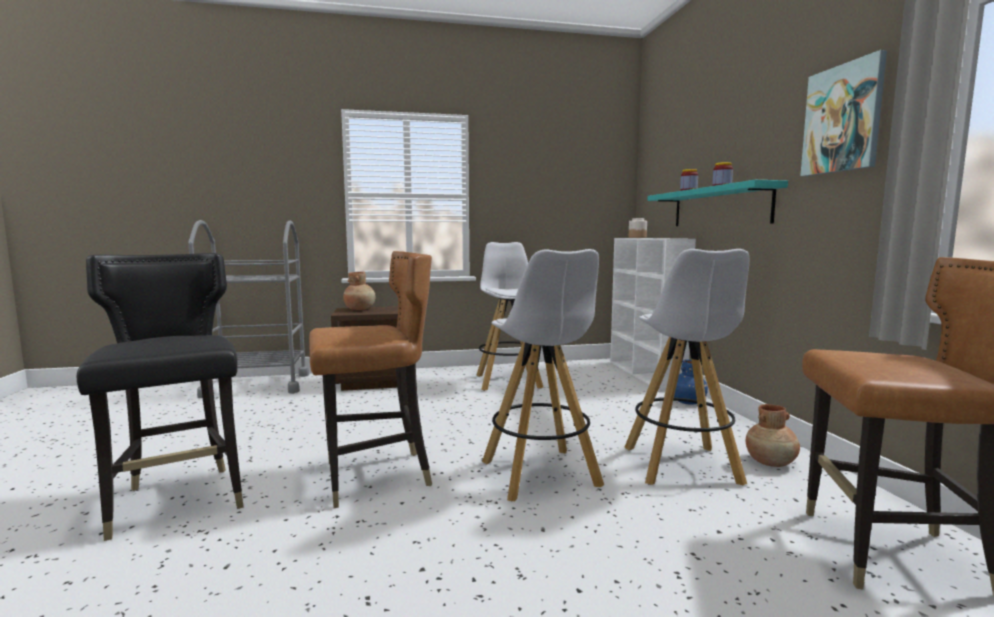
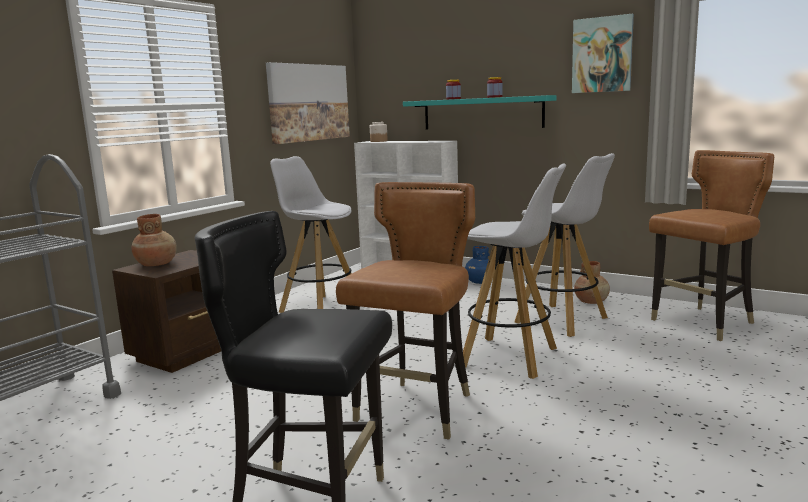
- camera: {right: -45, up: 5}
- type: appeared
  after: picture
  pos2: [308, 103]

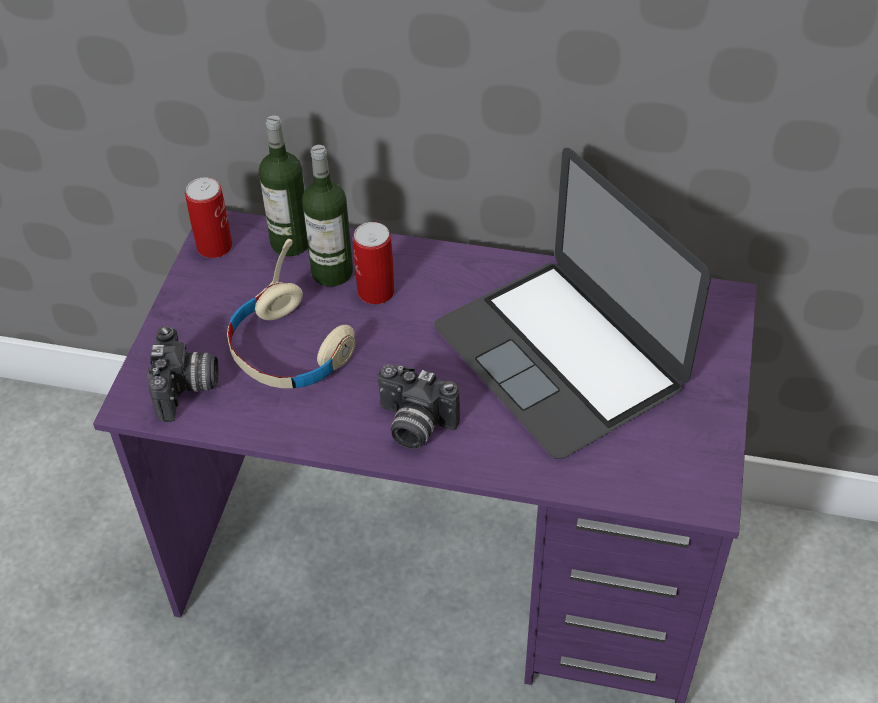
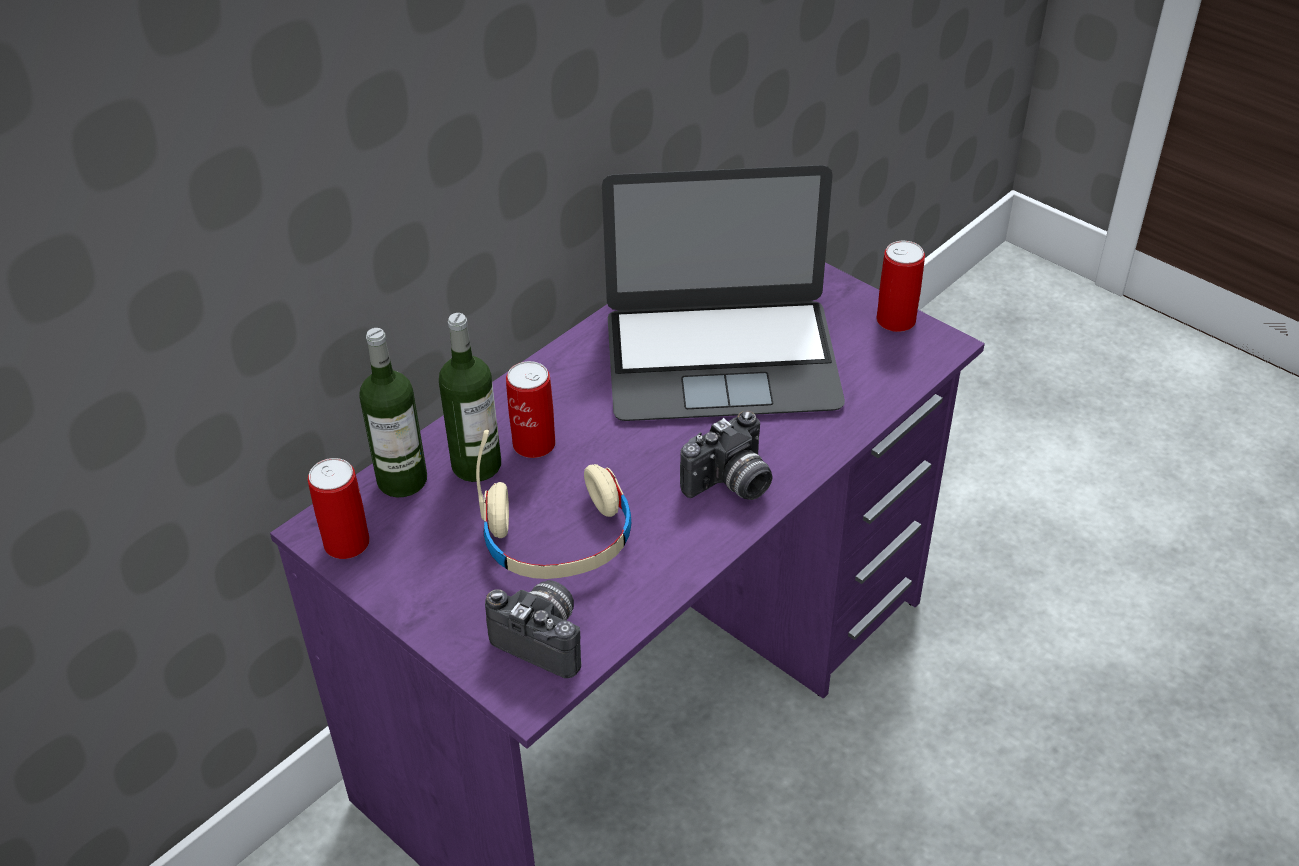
- camera: {right: -60, up: -5}
- type: appeared
  after: can
  pos2: [900, 286]

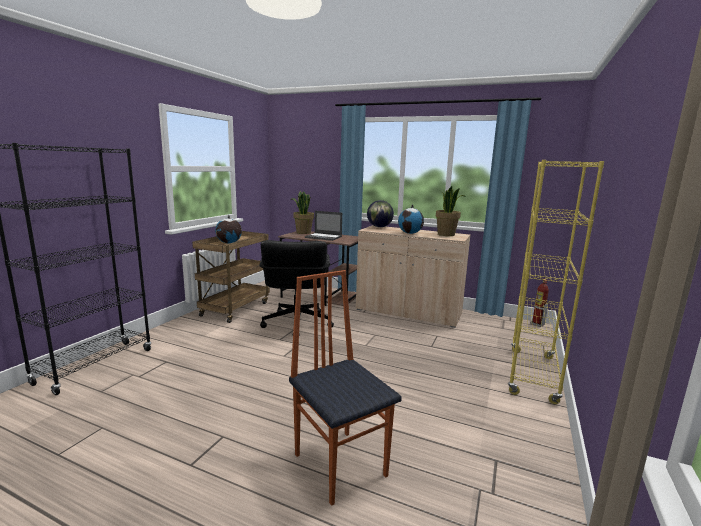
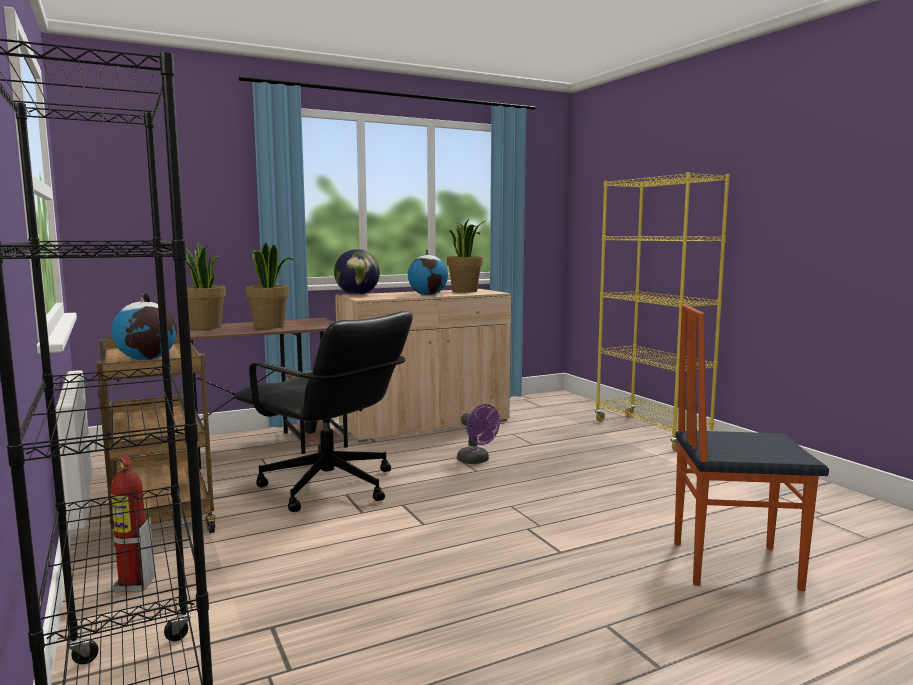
- camera: {right: -50, up: -5}
- type: exchanged
  before: laptop
  after: potted plant
  pos1: [323, 226]
  pos2: [270, 286]
- type: relocated
  before: fire extinguisher
  pos1: [539, 303]
  pos2: [132, 524]
- type: appeared
  after: fan (purple)
  pos2: [478, 434]

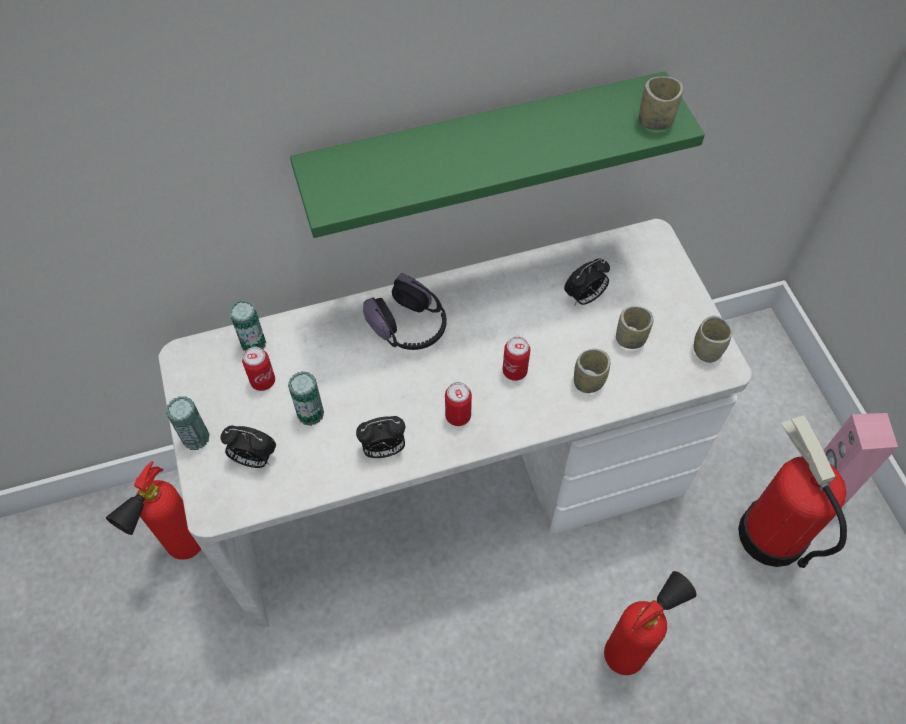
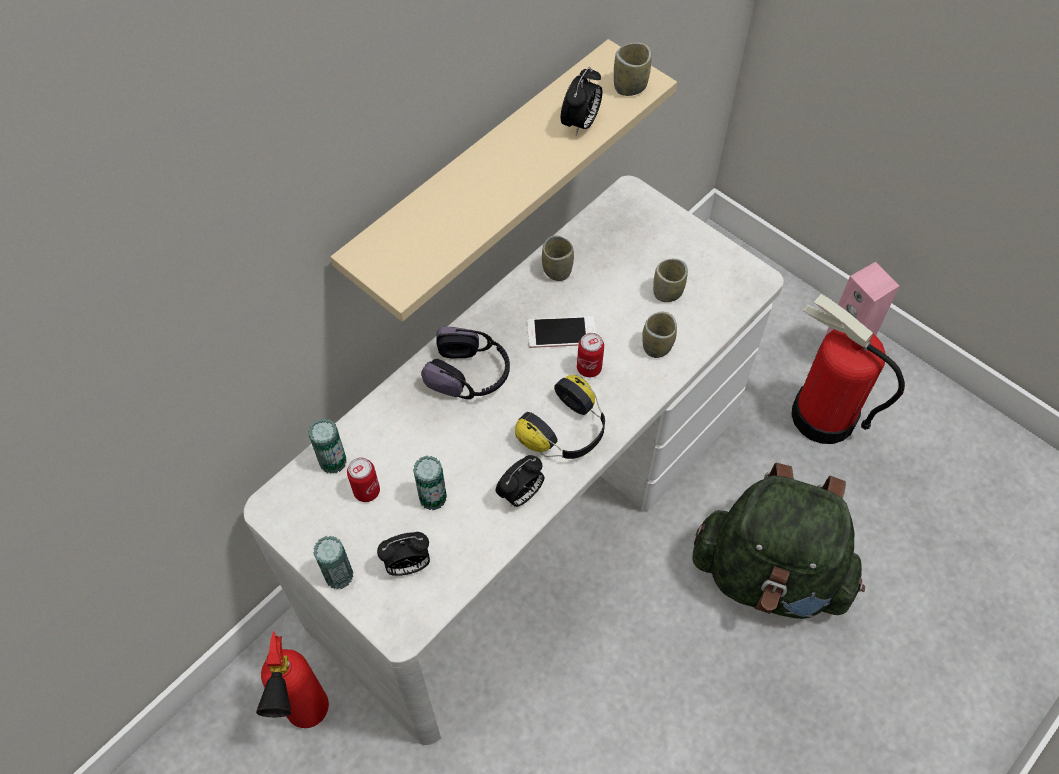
- camera: {right: -30, up: 0}
- type: colour
  before: shelf (green)
  after: shelf (beige)
  pos1: [497, 155]
  pos2: [504, 180]
- type: exchanged
  before: can
  after: headphones
  pos1: [458, 404]
  pos2: [560, 417]
- type: relocated
  before: alarm clock
  pos1: [587, 282]
  pos2: [581, 101]
- type: exchanged
  before: fire extinguisher
  after: backpack (green)
  pos1: [650, 623]
  pos2: [778, 541]
- type: relocated
  before: cup
  pos1: [713, 339]
  pos2: [558, 258]
- type: appeared
  after: phone
  pos2: [561, 332]

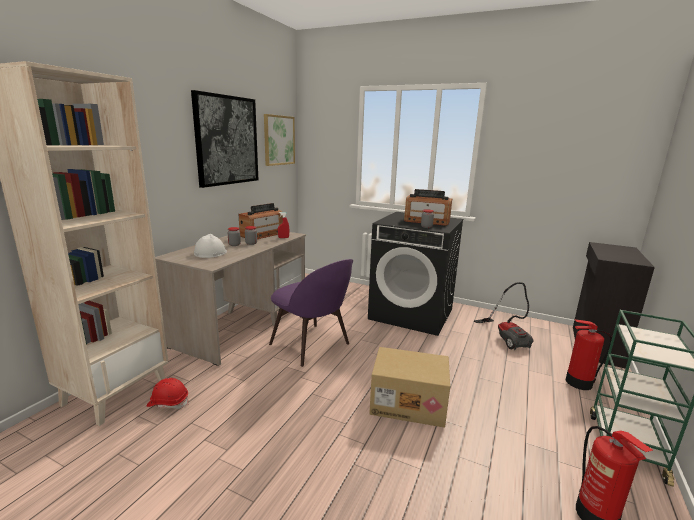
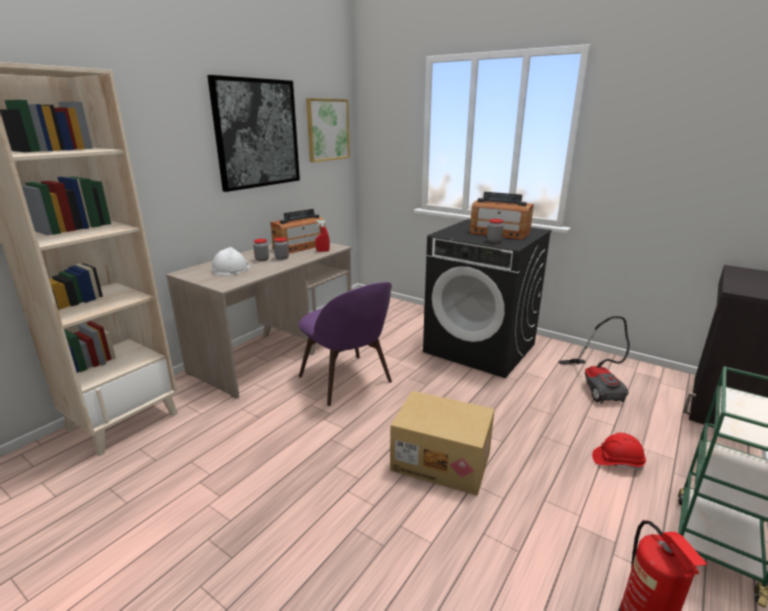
- camera: {right: 10, up: 5}
- type: relocated
  before: hard hat (red)
  pos1: [167, 393]
  pos2: [619, 452]
- type: missing
  before: fire extinguisher
  pos1: [589, 354]

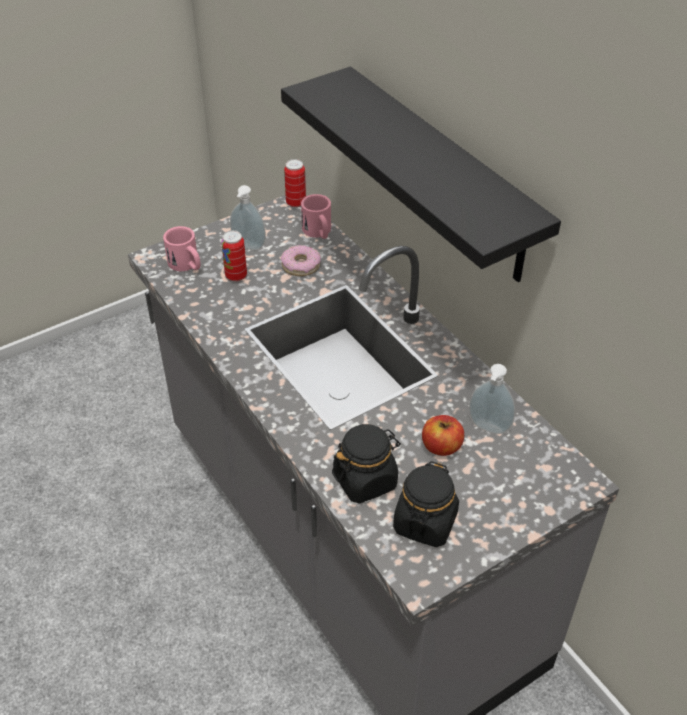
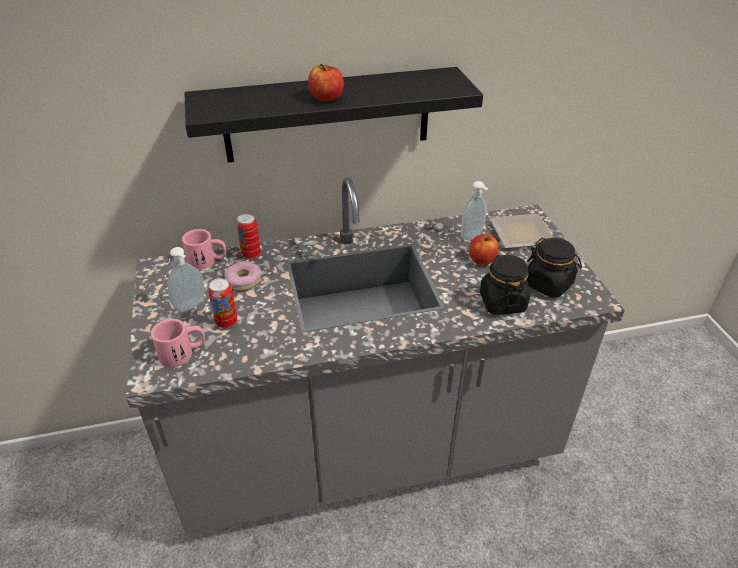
- camera: {right: -70, up: -5}
- type: relocated
  before: can
  pos1: [295, 183]
  pos2: [249, 236]
- type: appeared
  after: apple
  pos2: [326, 83]
- type: appeared
  after: plate
  pos2: [521, 231]

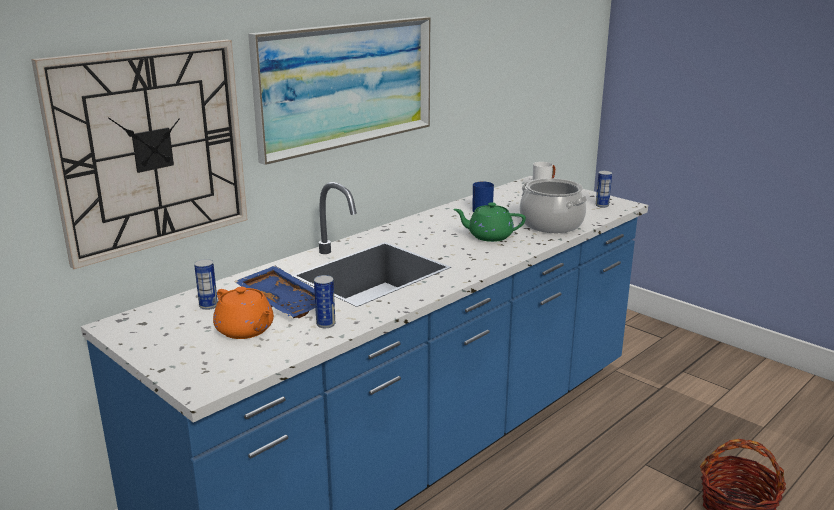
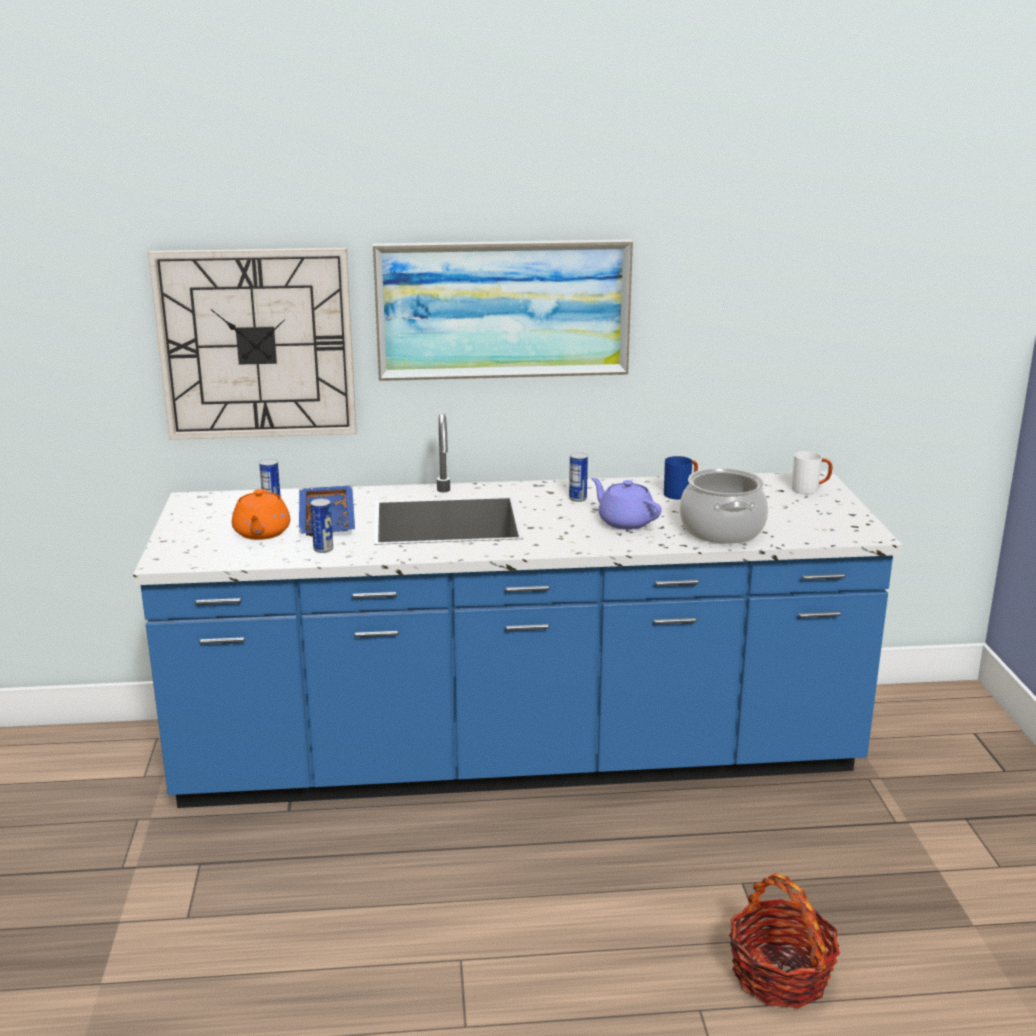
- camera: {right: 40, up: 0}
- type: colour
  before: teapot (green)
  after: teapot (purple)
  pos1: [489, 222]
  pos2: [626, 504]
- type: relocated
  before: can
  pos1: [604, 189]
  pos2: [578, 477]

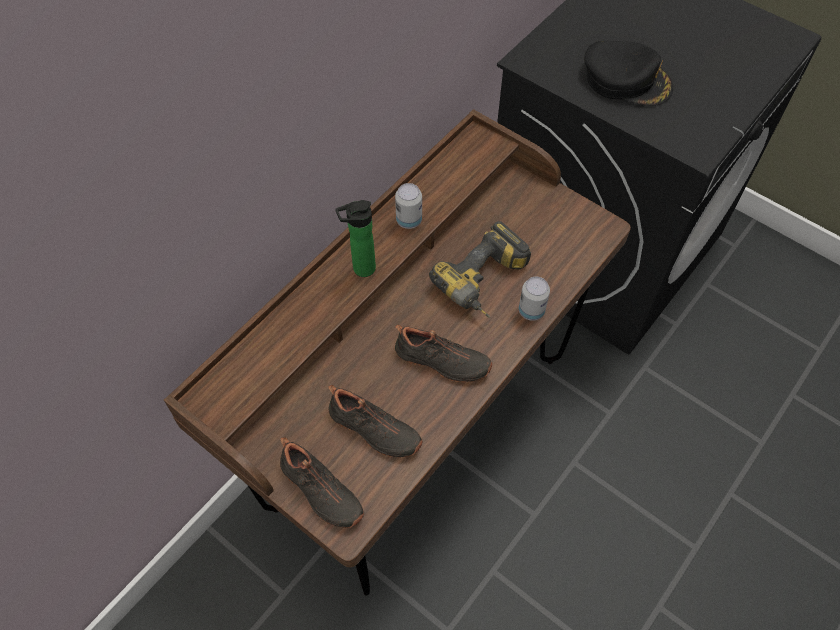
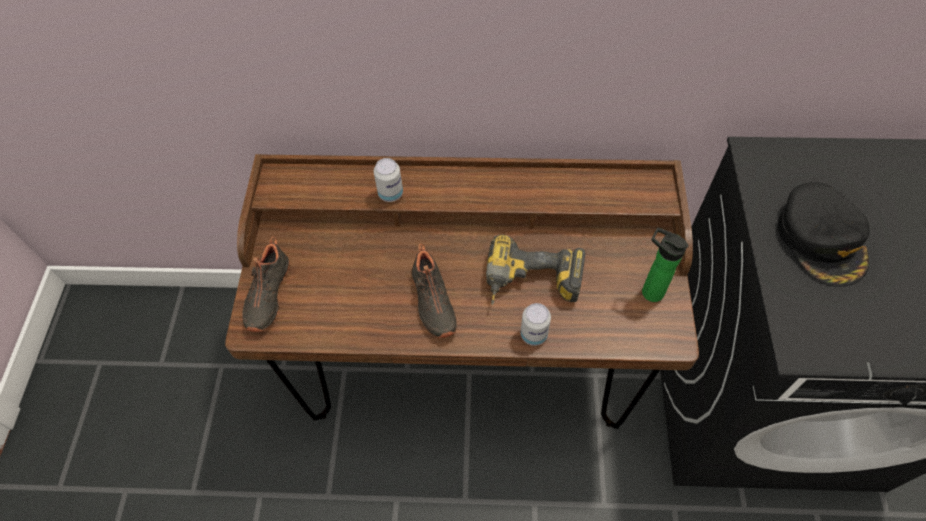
- camera: {right: 55, up: 0}
- type: missing
  before: shoe (black)
  pos1: [375, 421]
- type: relocated
  before: bottle
  pos1: [355, 238]
  pos2: [665, 265]
- type: relocated
  before: can
  pos1: [408, 206]
  pos2: [388, 180]

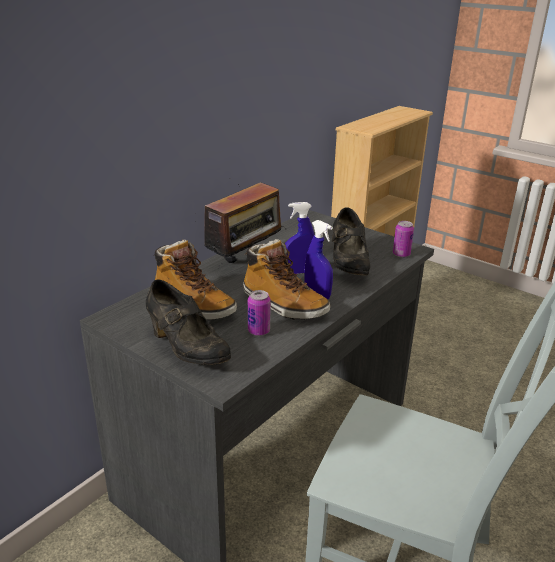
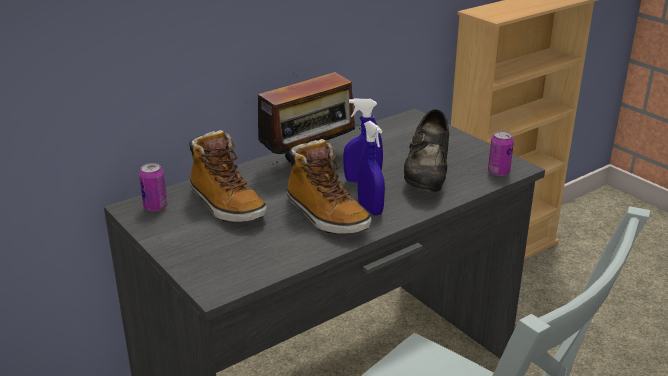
- camera: {right: 15, up: 0}
- type: missing
  before: shoe (black)
  pos1: [188, 322]
- type: relocated
  before: can
  pos1: [259, 313]
  pos2: [153, 187]

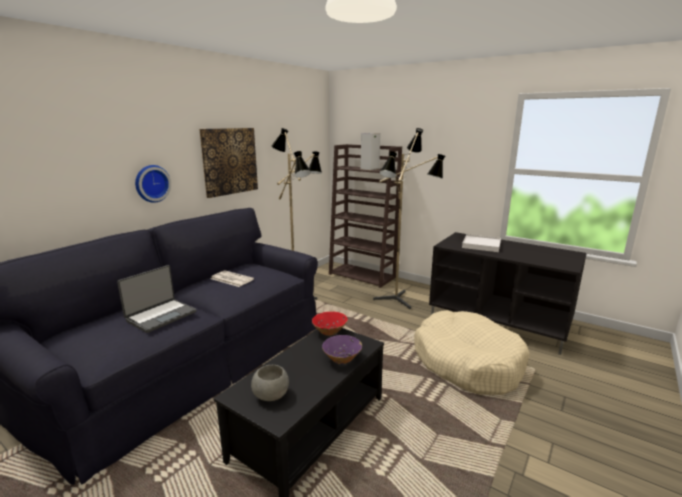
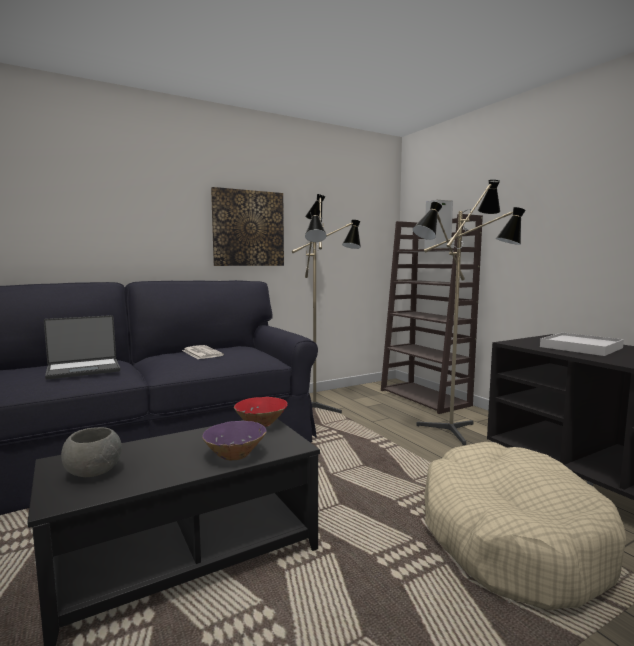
- camera: {right: 25, up: -10}
- type: missing
  before: wall clock
  pos1: [153, 184]

